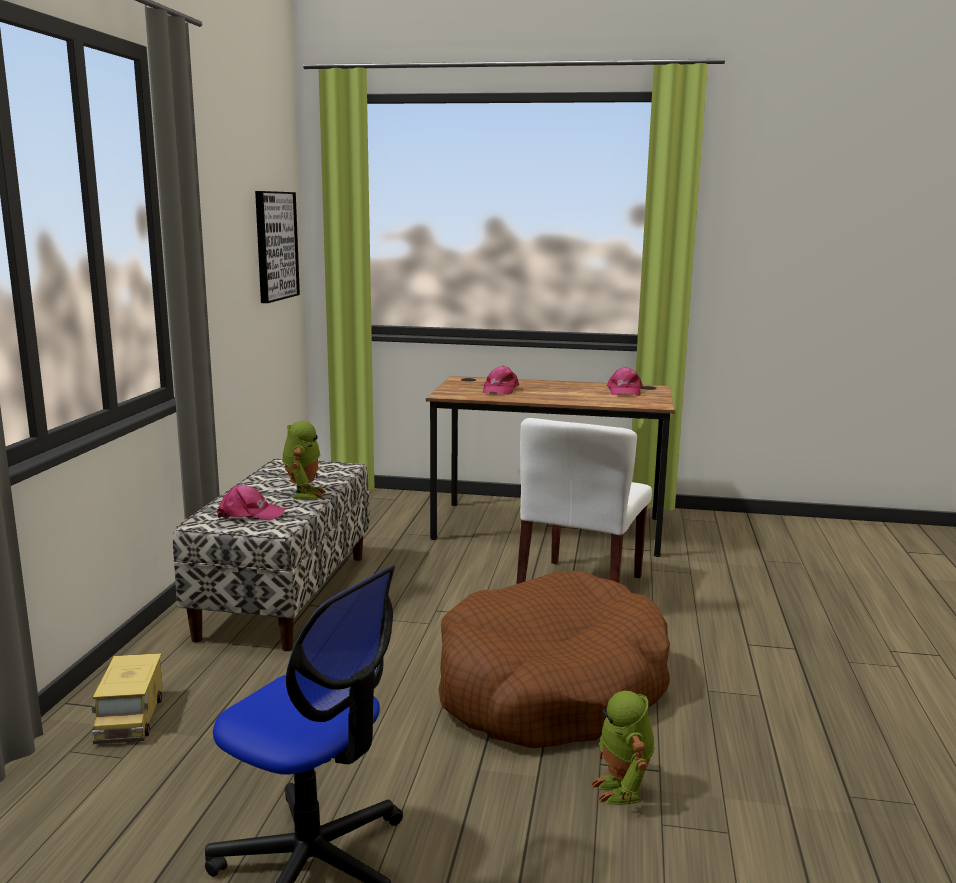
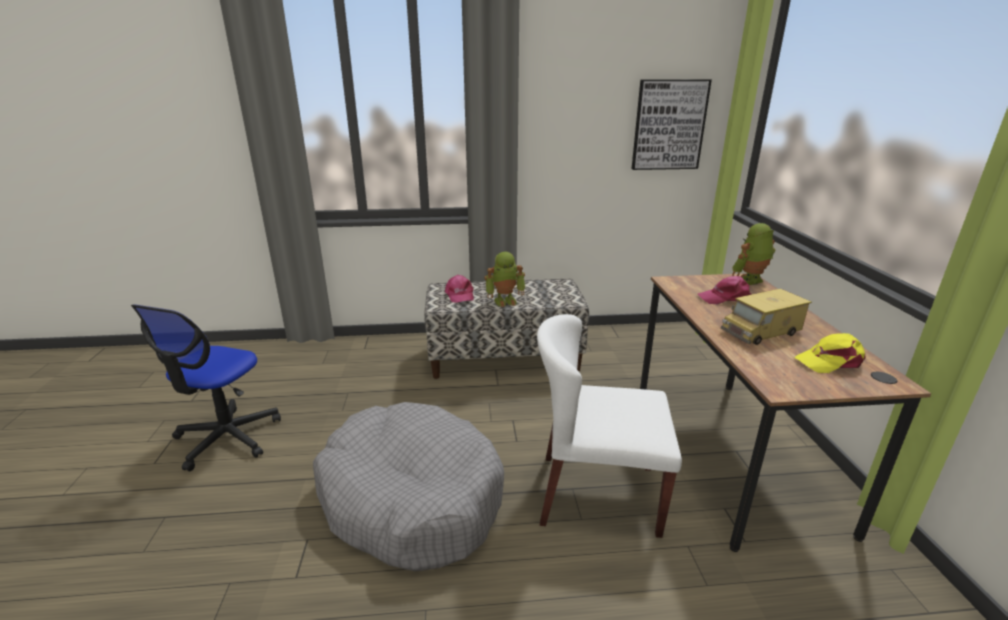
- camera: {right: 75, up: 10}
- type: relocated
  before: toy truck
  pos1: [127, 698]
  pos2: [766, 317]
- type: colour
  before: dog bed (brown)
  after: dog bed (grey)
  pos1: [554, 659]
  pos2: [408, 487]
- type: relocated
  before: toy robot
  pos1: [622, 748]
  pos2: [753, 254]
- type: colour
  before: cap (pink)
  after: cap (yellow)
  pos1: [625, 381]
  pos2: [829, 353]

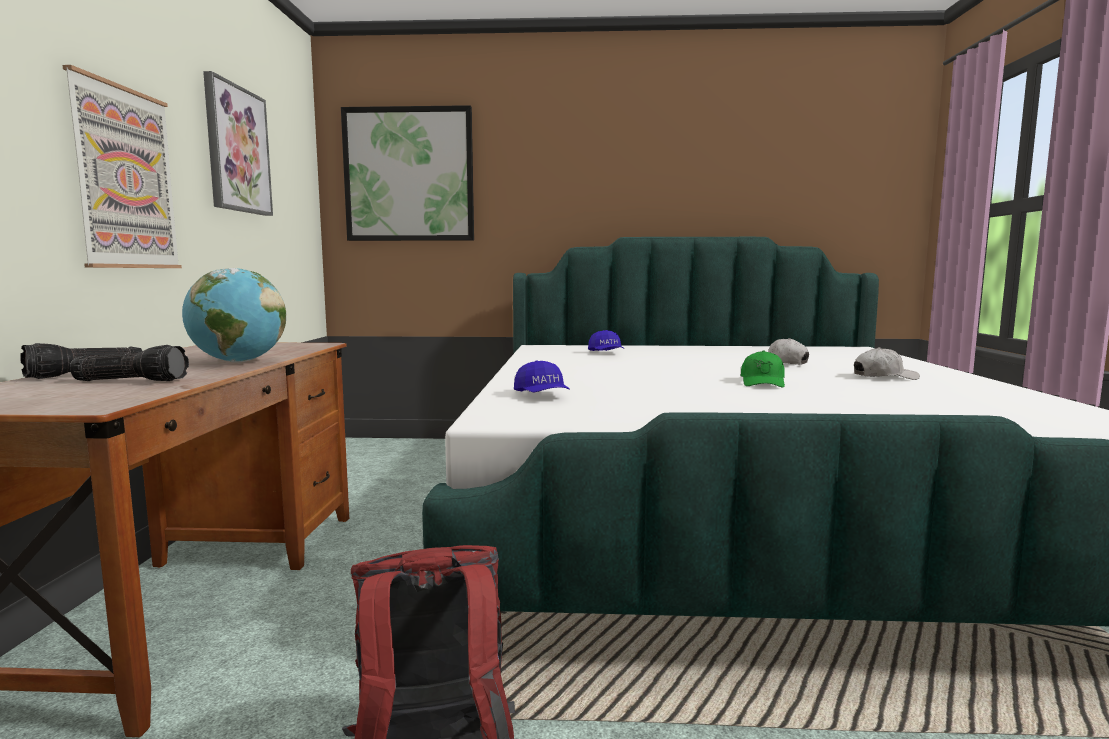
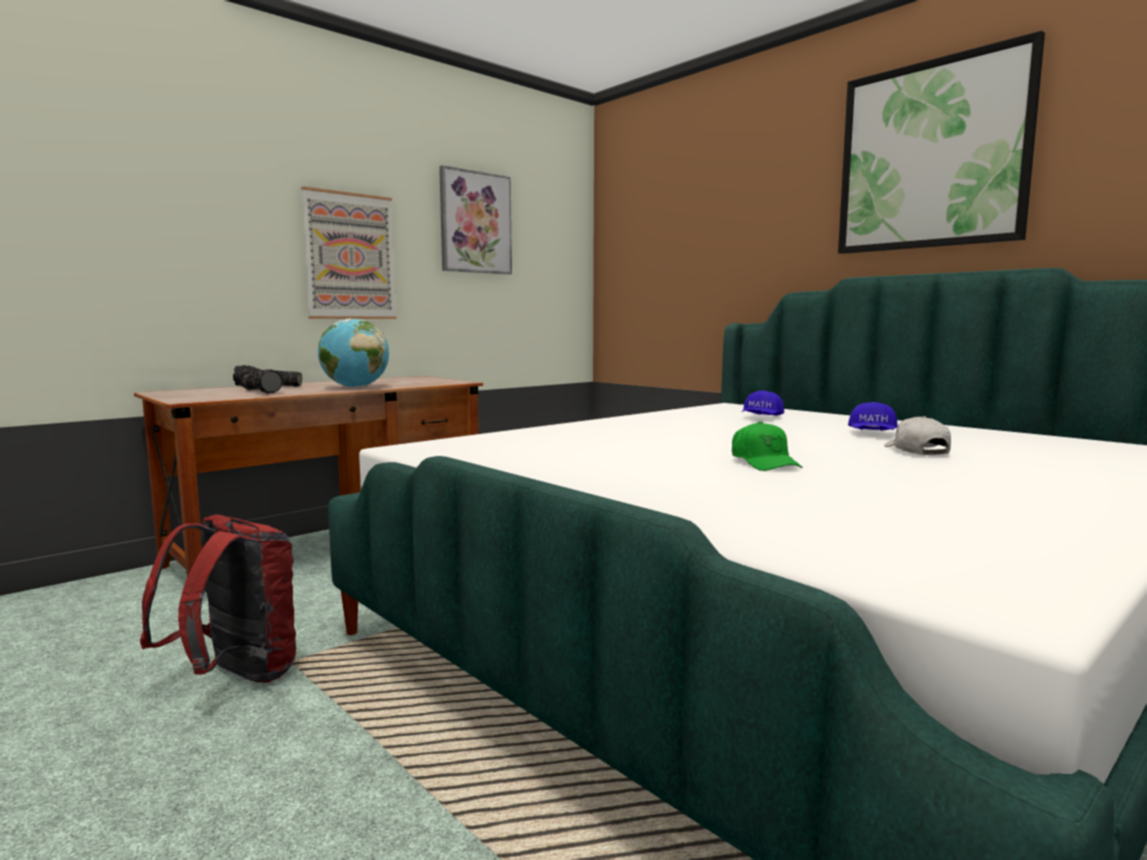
- camera: {right: 45, up: 0}
- type: relocated
  before: picture
  pos1: [407, 173]
  pos2: [941, 142]
- type: relocated
  before: cap (blue)
  pos1: [542, 376]
  pos2: [873, 416]
- type: spun
  before: cap (green)
  pos1: [762, 369]
  pos2: [767, 446]
  turn: -75
- type: missing
  before: cap (white)
  pos1: [887, 363]

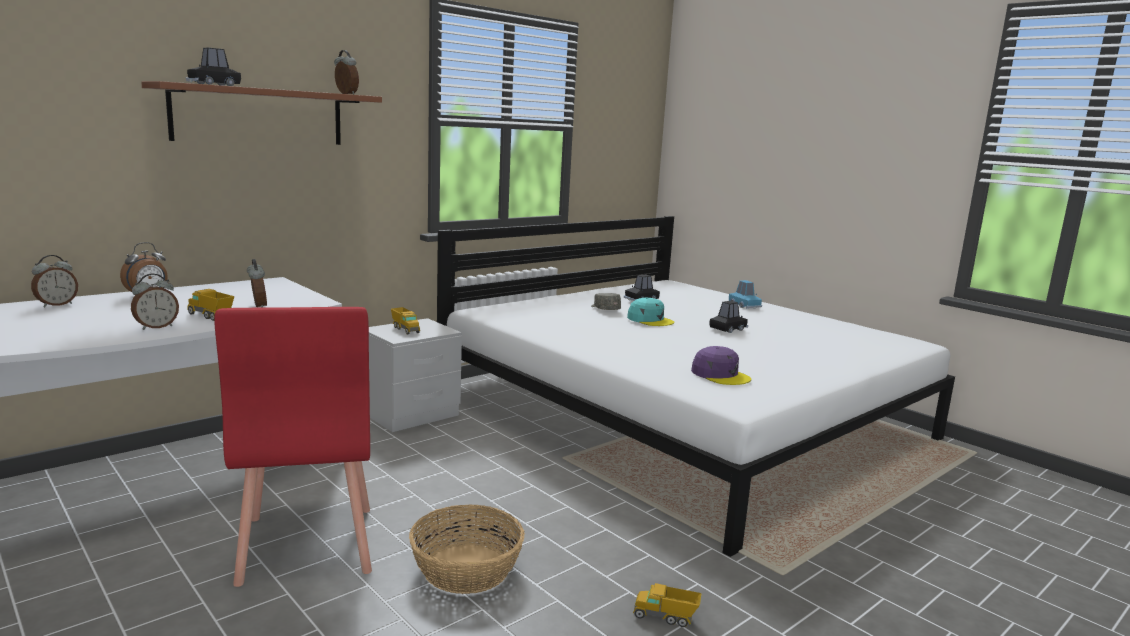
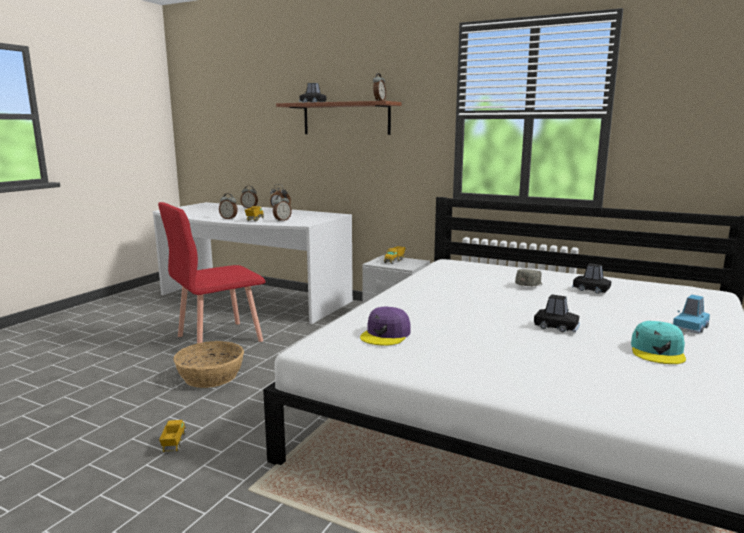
- camera: {right: 70, up: 0}
- type: relocated
  before: cap (turquoise)
  pos1: [650, 312]
  pos2: [658, 342]

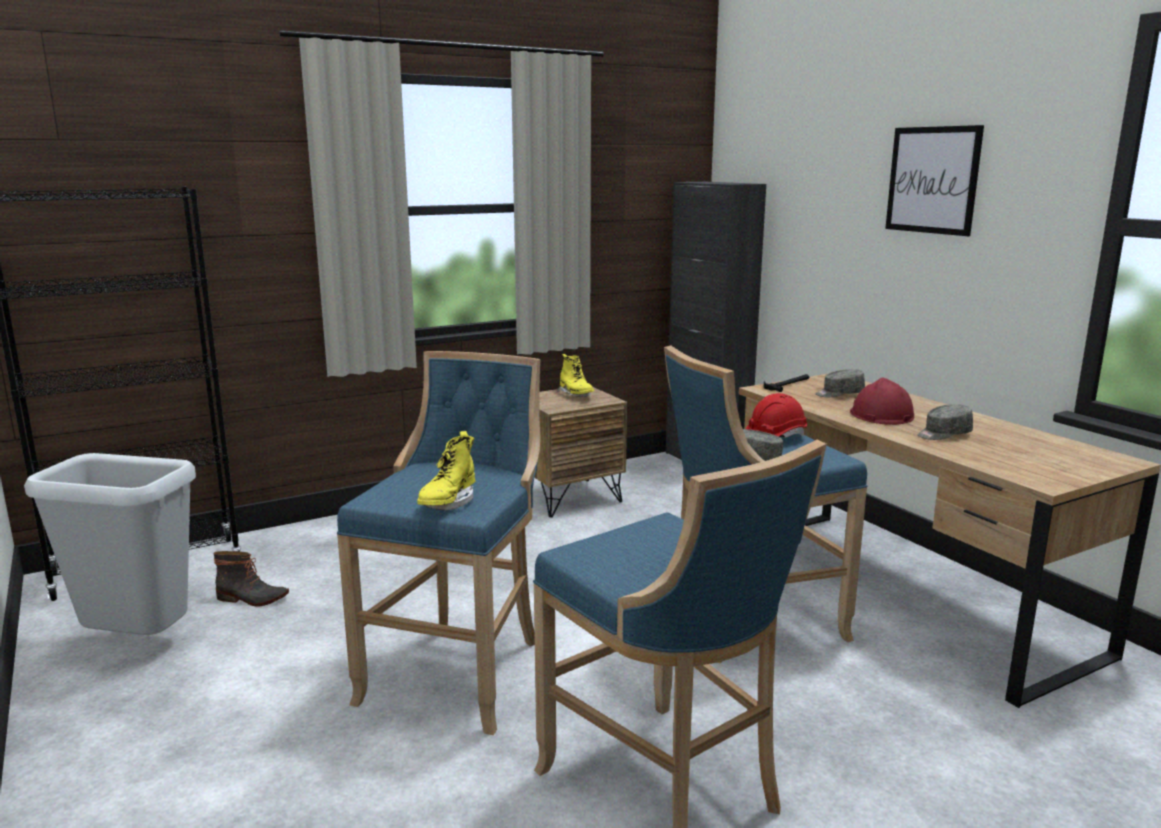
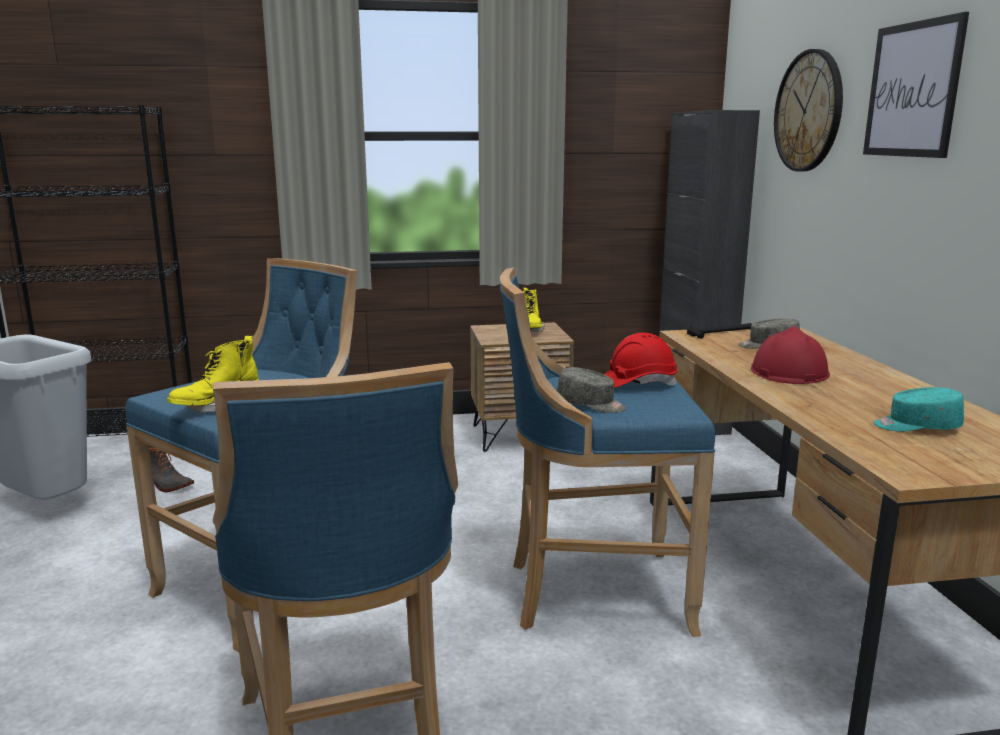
- camera: {right: 20, up: 0}
- type: missing
  before: cap (grey)
  pos1: [945, 422]
- type: appeared
  after: wall clock
  pos2: [808, 110]
- type: appeared
  after: cap (turquoise)
  pos2: [919, 409]

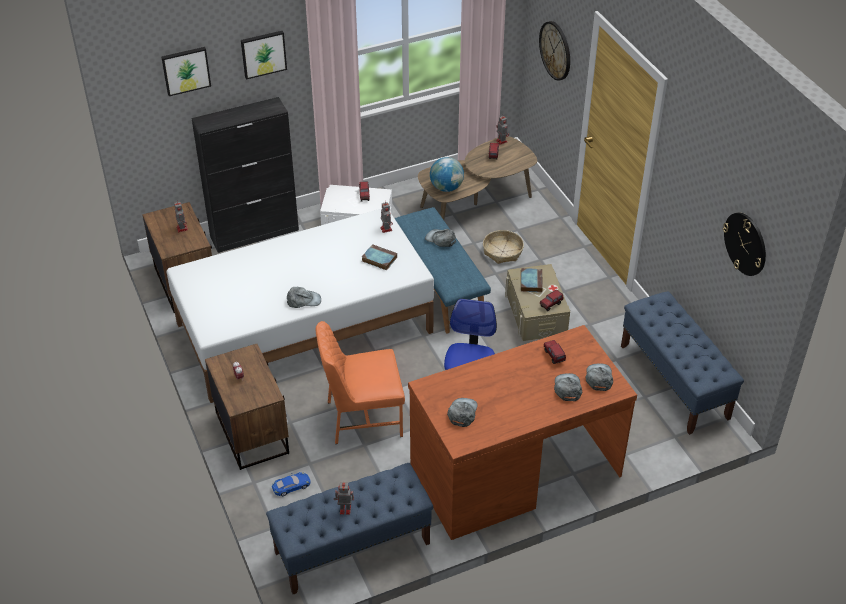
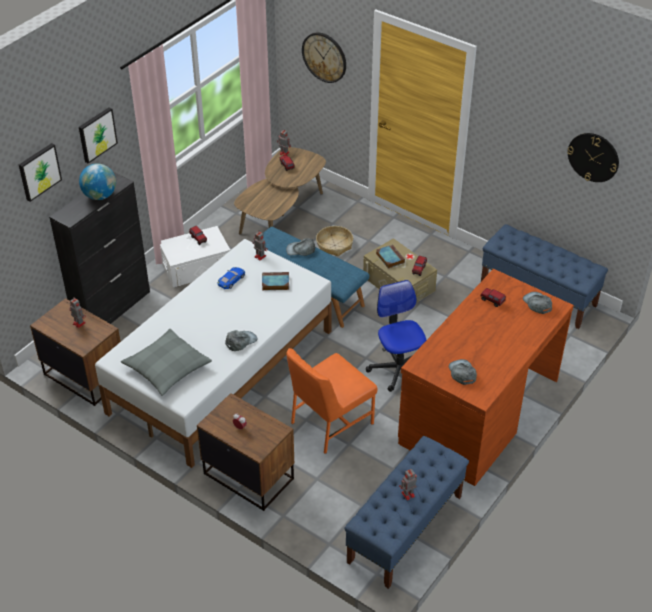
- camera: {right: -30, up: 0}
- type: relocated
  before: toy car (blue)
  pos1: [291, 484]
  pos2: [231, 278]
- type: relocated
  before: globe
  pos1: [447, 174]
  pos2: [97, 181]
- type: missing
  before: cap (grey)
  pos1: [568, 387]
- type: appeared
  after: pillow (grey)
  pos2: [166, 362]

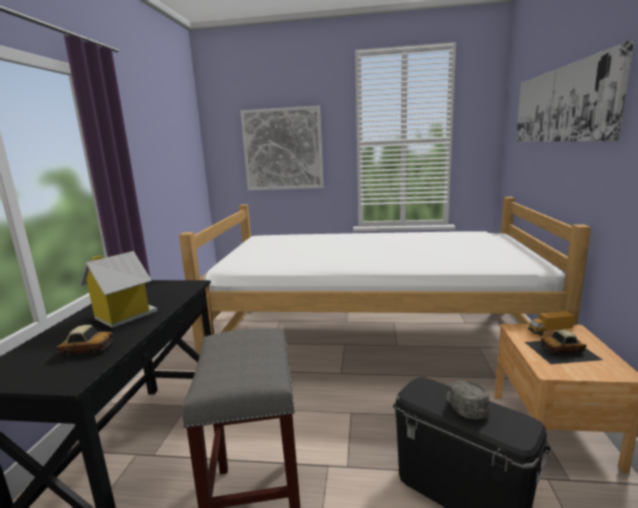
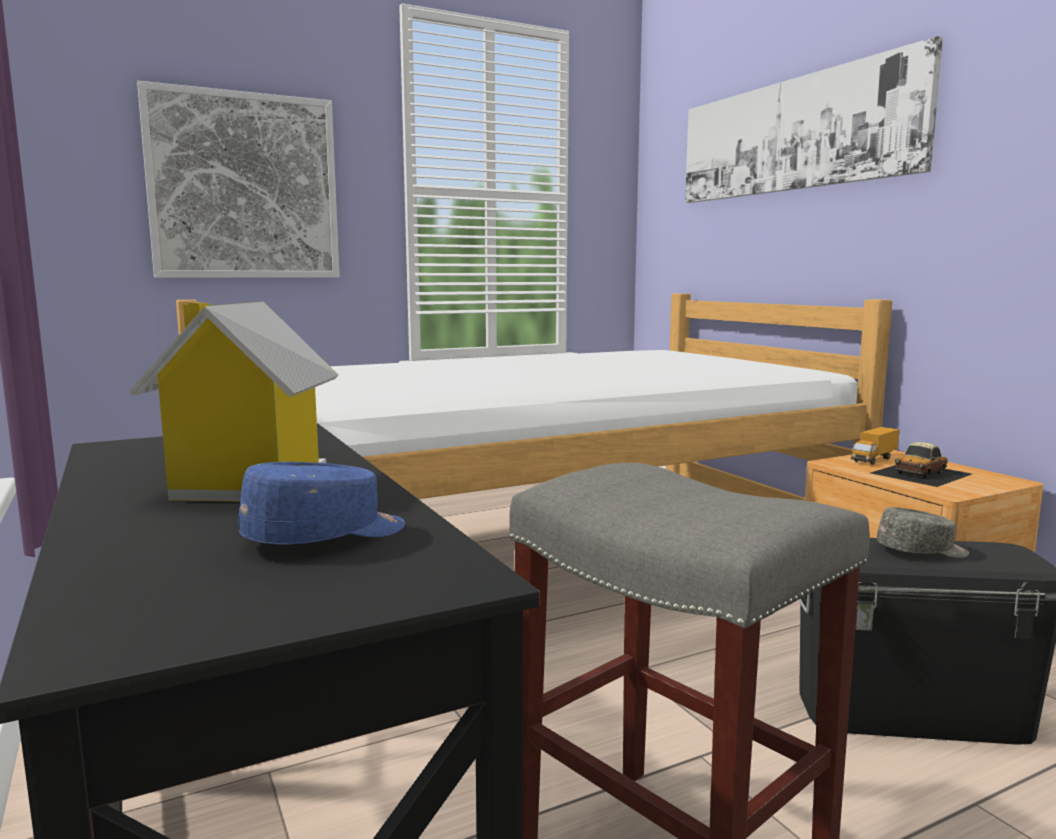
- camera: {right: -35, up: -5}
- type: exchanged
  before: toy car
  after: cap (blue)
  pos1: [85, 346]
  pos2: [321, 503]
- type: spun
  before: cap (grey)
  pos1: [468, 400]
  pos2: [923, 532]
  turn: 135

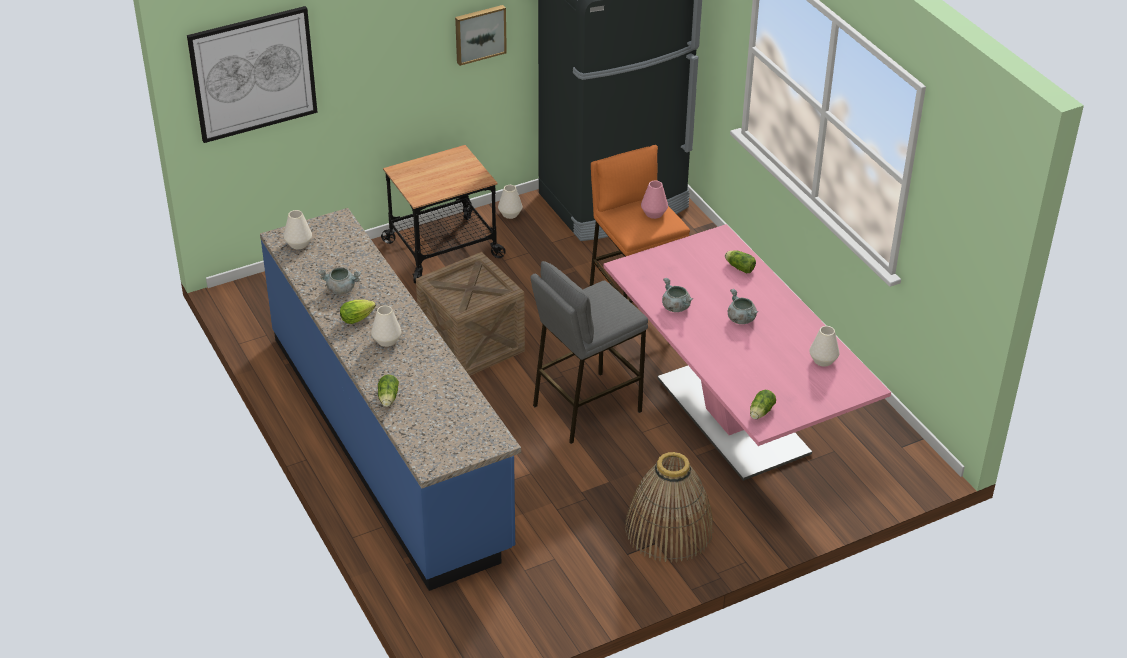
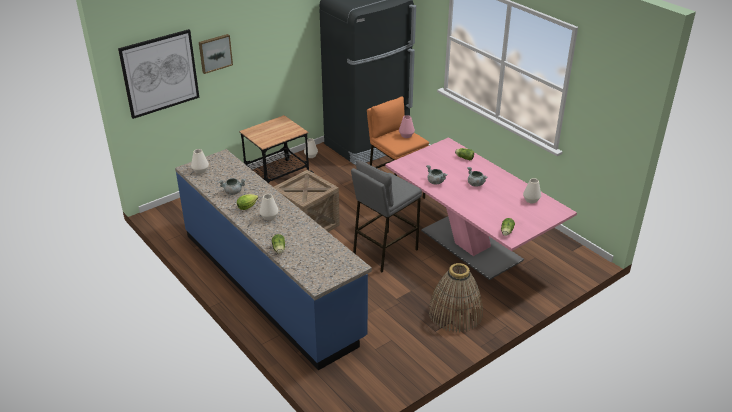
- camera: {right: -10, up: -5}
- type: relocated
  before: picture
  pos1: [481, 35]
  pos2: [216, 54]

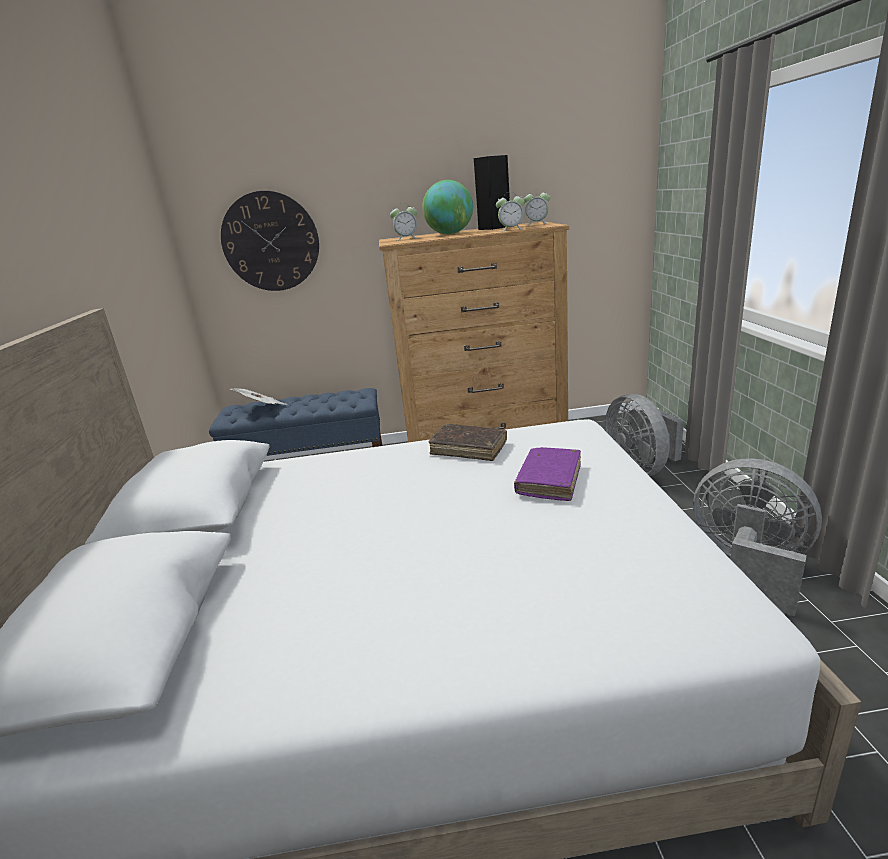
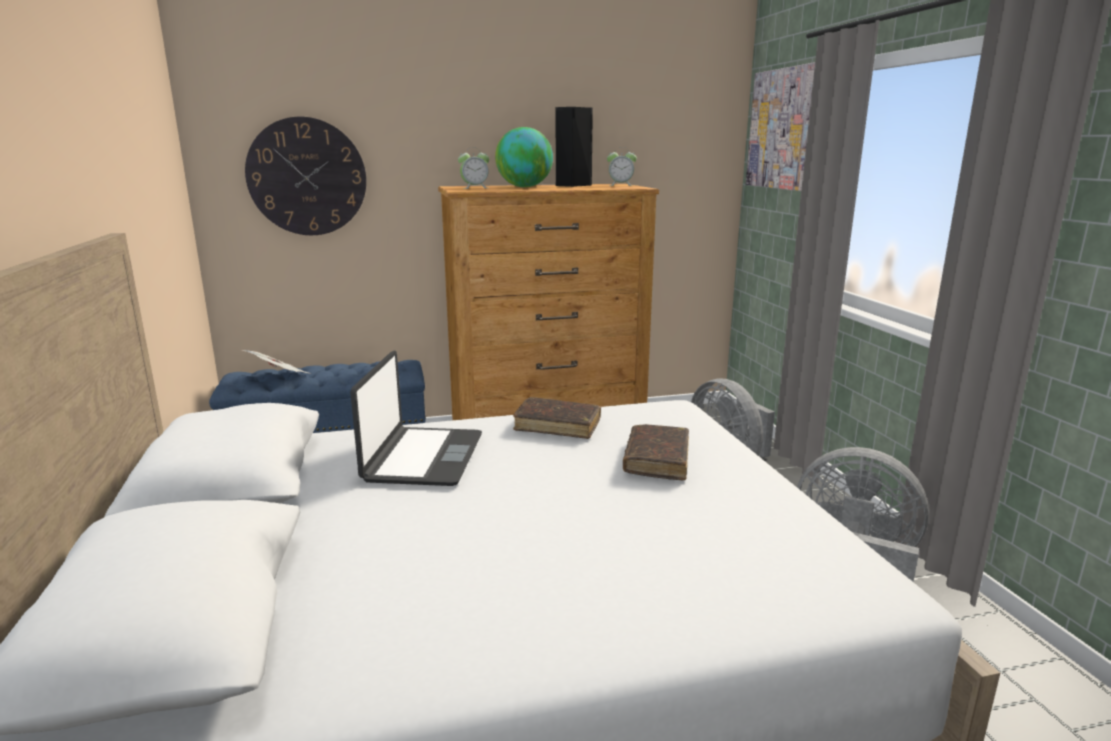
- camera: {right: -10, up: -5}
- type: missing
  before: alarm clock
  pos1: [510, 212]
- type: colour
  before: book (purple)
  after: book (brown)
  pos1: [547, 474]
  pos2: [656, 452]
- type: appeared
  after: laptop
  pos2: [416, 418]
- type: appeared
  after: picture
  pos2: [780, 126]

